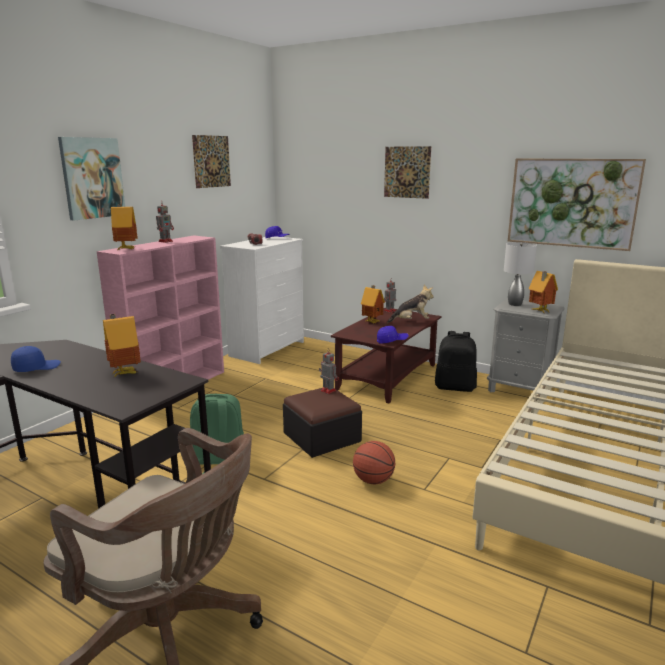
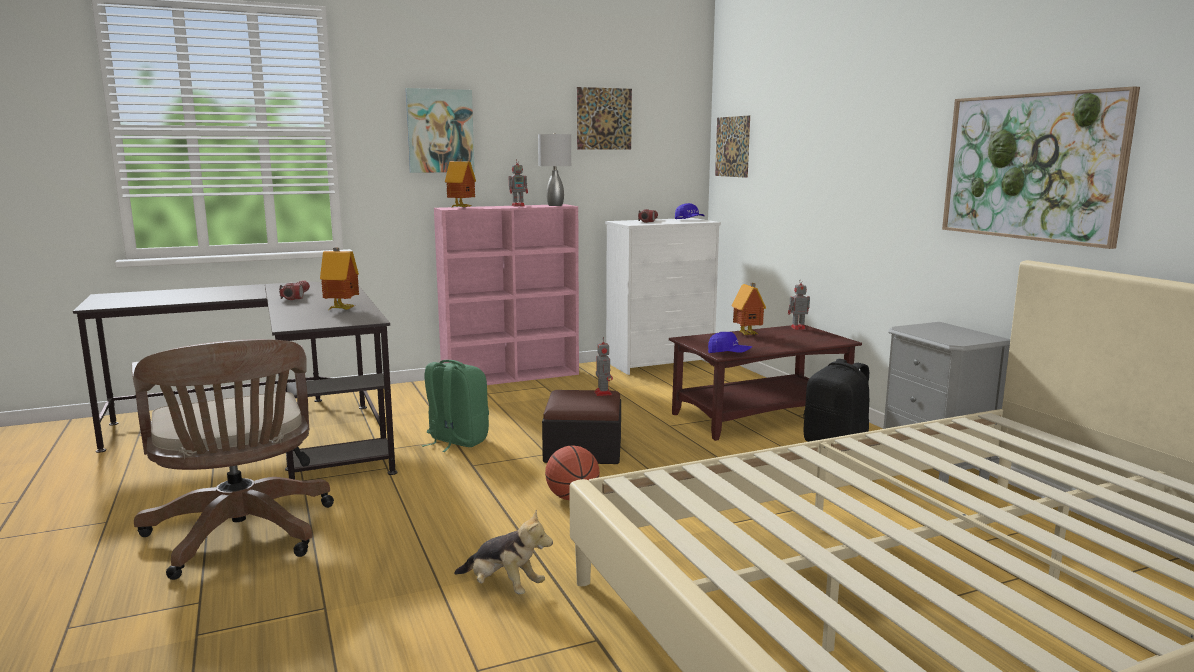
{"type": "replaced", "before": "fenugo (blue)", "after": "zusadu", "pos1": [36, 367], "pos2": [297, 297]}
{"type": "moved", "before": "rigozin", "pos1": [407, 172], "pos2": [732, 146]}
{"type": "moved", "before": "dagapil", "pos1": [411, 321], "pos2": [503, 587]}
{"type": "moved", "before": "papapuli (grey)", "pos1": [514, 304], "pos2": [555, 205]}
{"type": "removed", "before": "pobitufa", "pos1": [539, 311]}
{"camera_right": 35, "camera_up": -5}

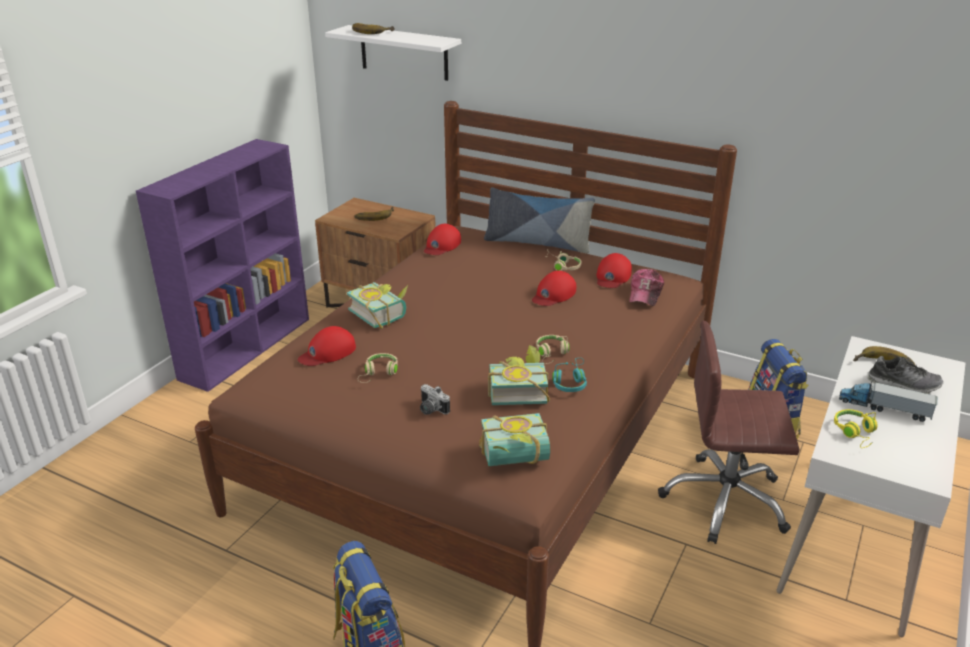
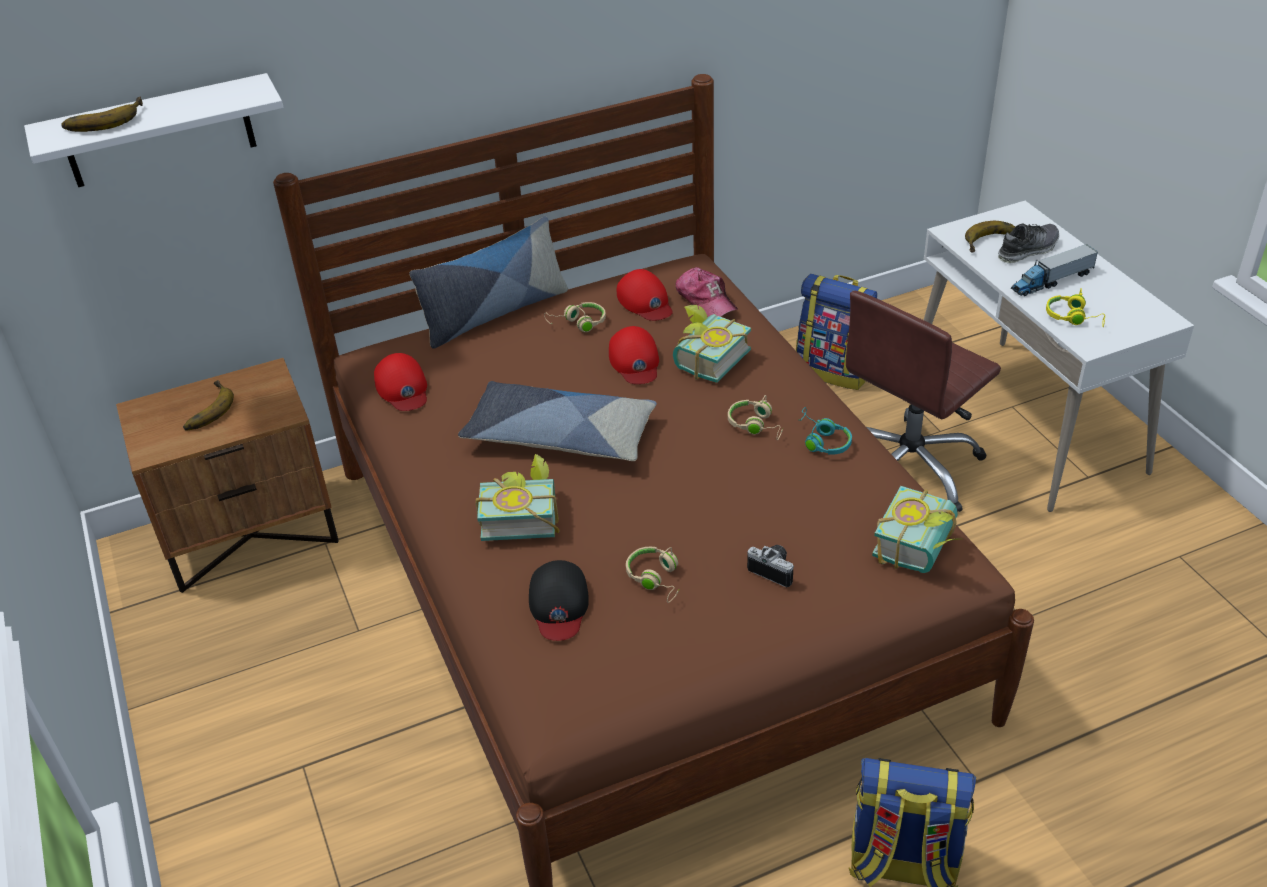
{"type": "removed", "before": "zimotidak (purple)", "pos1": [247, 347]}
{"type": "recoloured", "before": "fenugo (red)", "after": "fenugo (black)", "pos1": [327, 352], "pos2": [559, 604]}
{"type": "turned", "before": "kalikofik", "pos1": [430, 409], "pos2": [774, 569], "turn": -135}
{"type": "moved", "before": "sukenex", "pos1": [517, 391], "pos2": [705, 359]}
{"type": "added", "after": "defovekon", "pos2": [560, 435]}
{"camera_right": -50, "camera_up": 10}

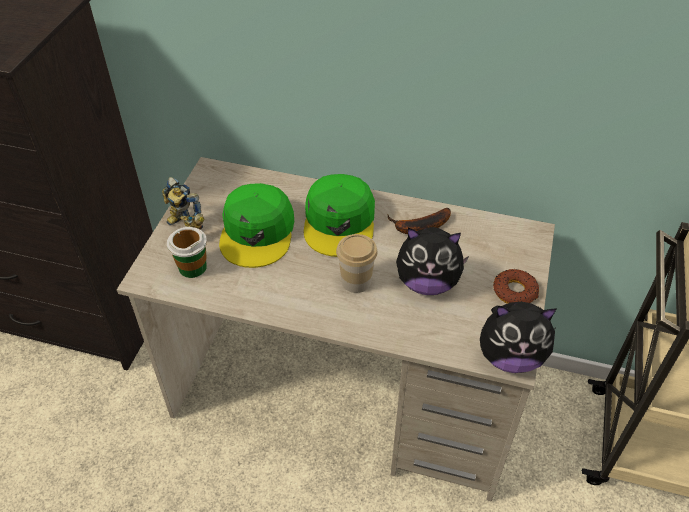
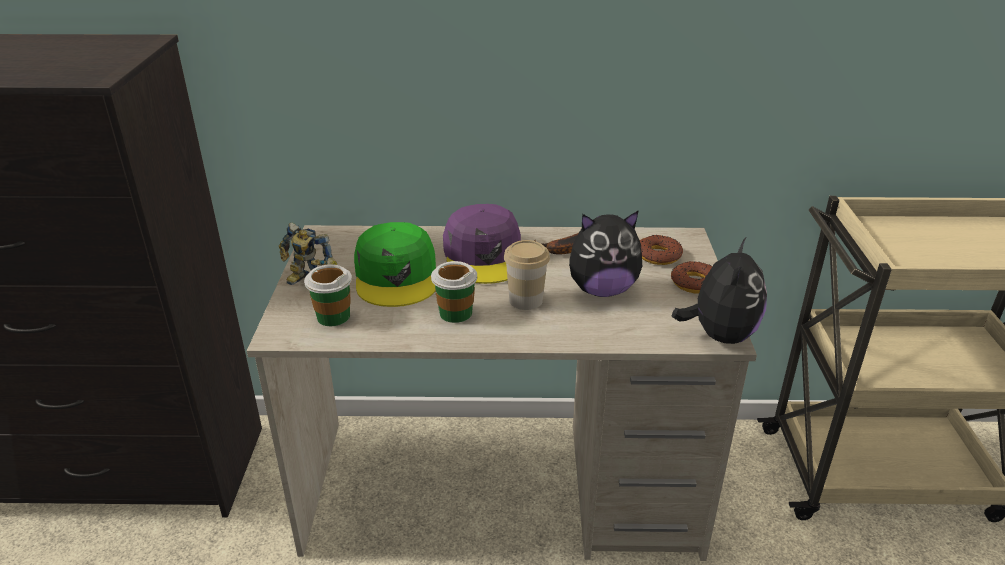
{"type": "recoloured", "before": "fenugo (green)", "after": "fenugo (purple)", "pos1": [340, 222], "pos2": [484, 256]}
{"type": "turned", "before": "dagapil", "pos1": [510, 357], "pos2": [719, 335], "turn": -60}
{"type": "added", "after": "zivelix", "pos2": [455, 313]}
{"type": "added", "after": "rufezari", "pos2": [658, 255]}
{"camera_right": -15, "camera_up": -15}

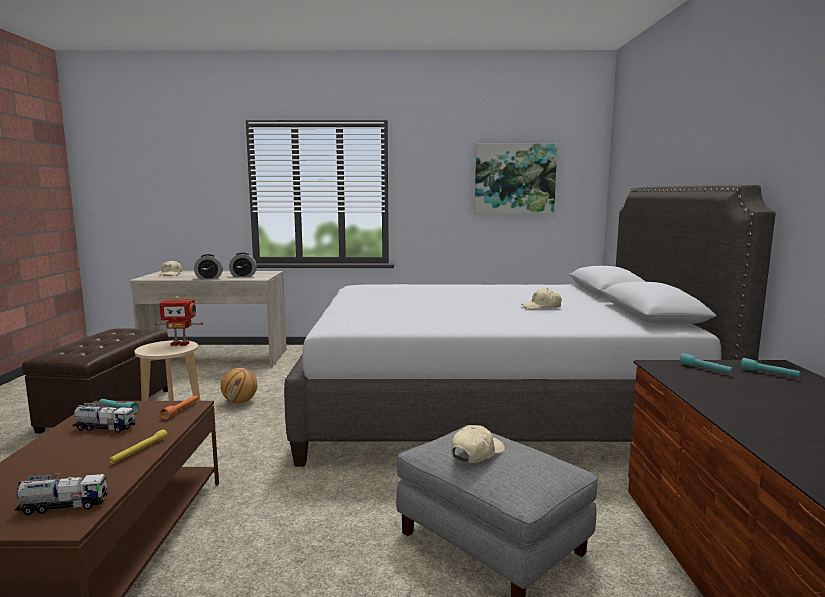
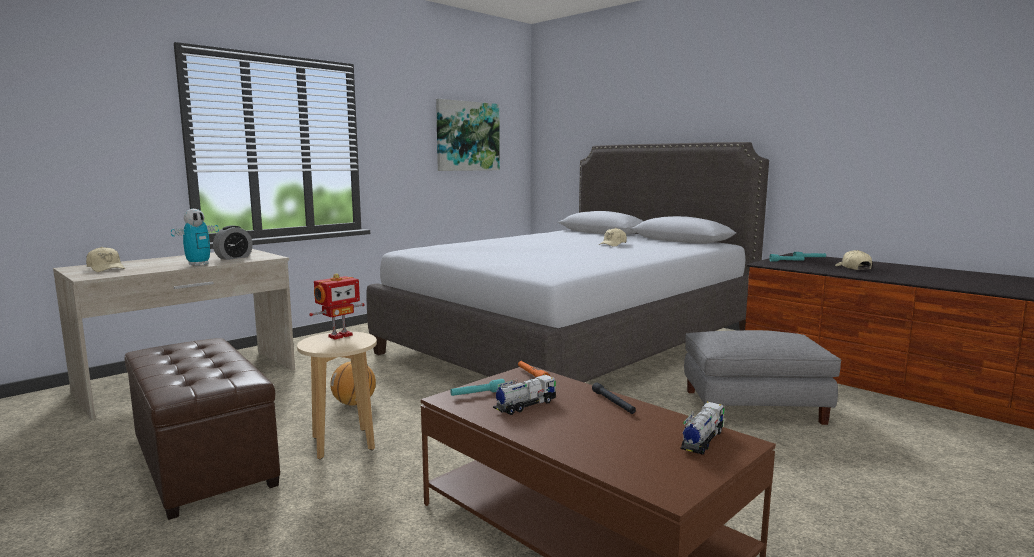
{"type": "recoloured", "before": "zusadu (yellow)", "after": "zusadu (black)", "pos1": [139, 451], "pos2": [613, 403]}
{"type": "replaced", "before": "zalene", "after": "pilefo", "pos1": [209, 278], "pos2": [198, 264]}
{"type": "moved", "before": "fenugo (beige)", "pos1": [477, 453], "pos2": [853, 268]}
{"camera_right": -45, "camera_up": 0}

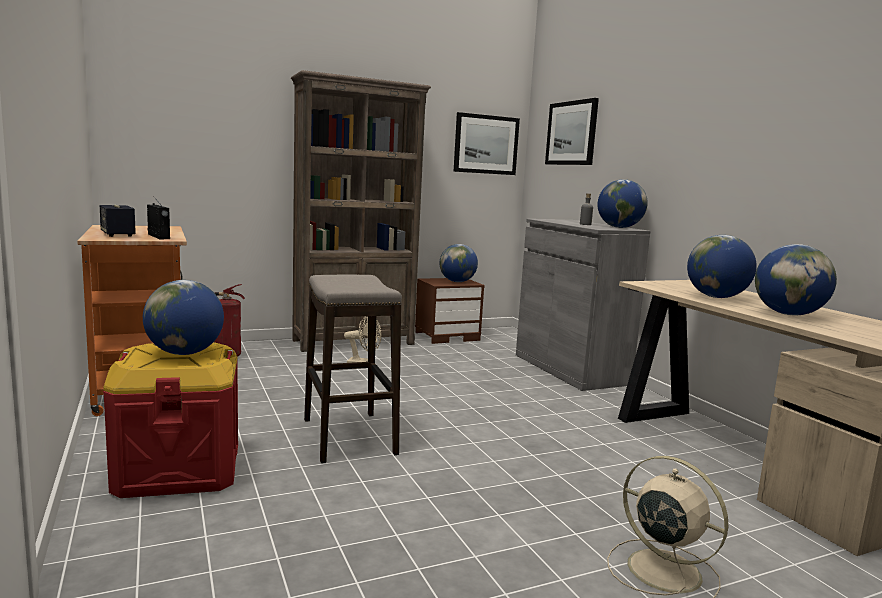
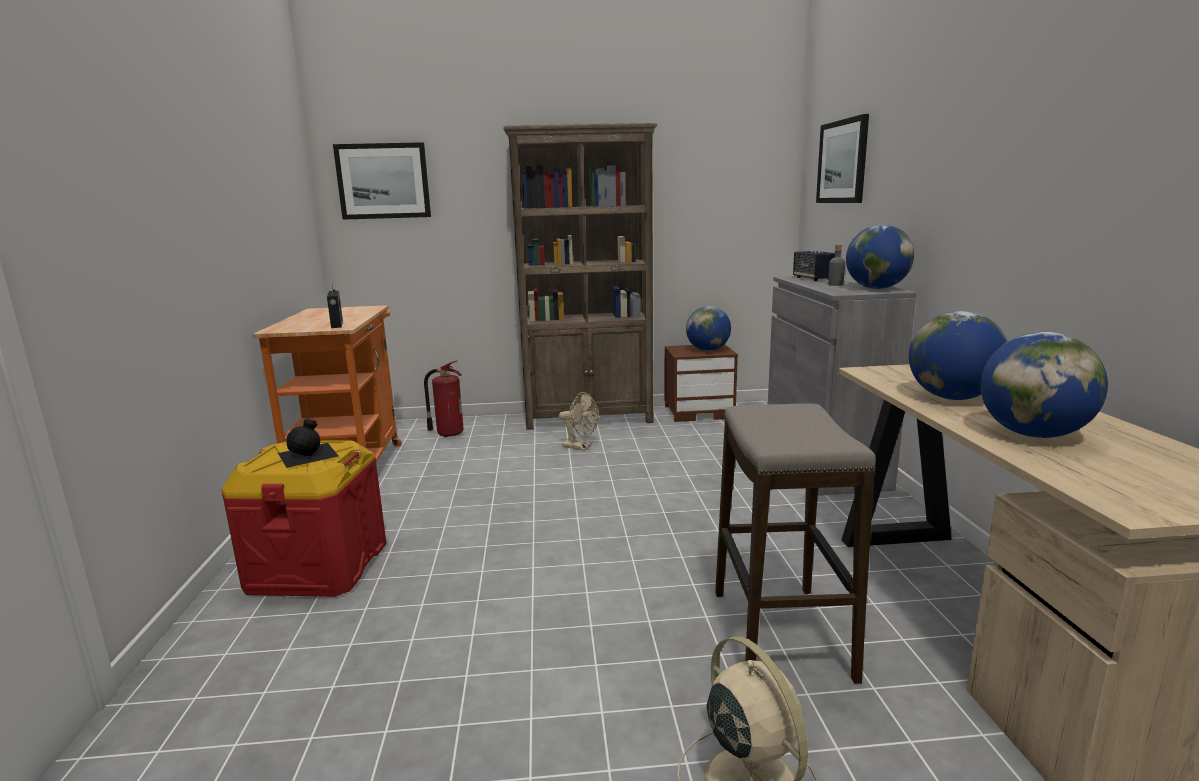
{"type": "moved", "before": "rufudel", "pos1": [118, 234], "pos2": [813, 279]}
{"type": "replaced", "before": "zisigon", "after": "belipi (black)", "pos1": [185, 353], "pos2": [309, 454]}
{"type": "moved", "before": "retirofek", "pos1": [348, 437], "pos2": [780, 635]}
{"type": "moved", "before": "rigozin", "pos1": [486, 144], "pos2": [383, 181]}
{"camera_right": 20, "camera_up": 5}

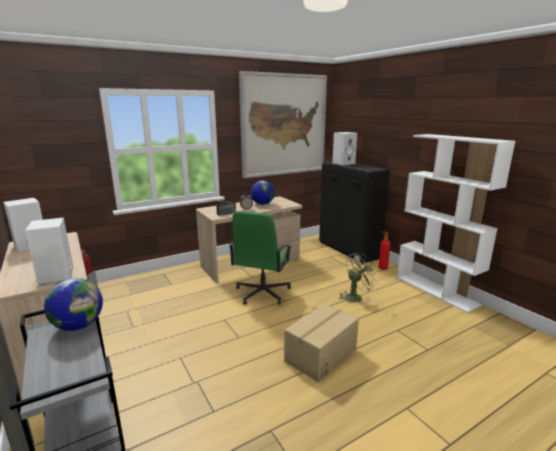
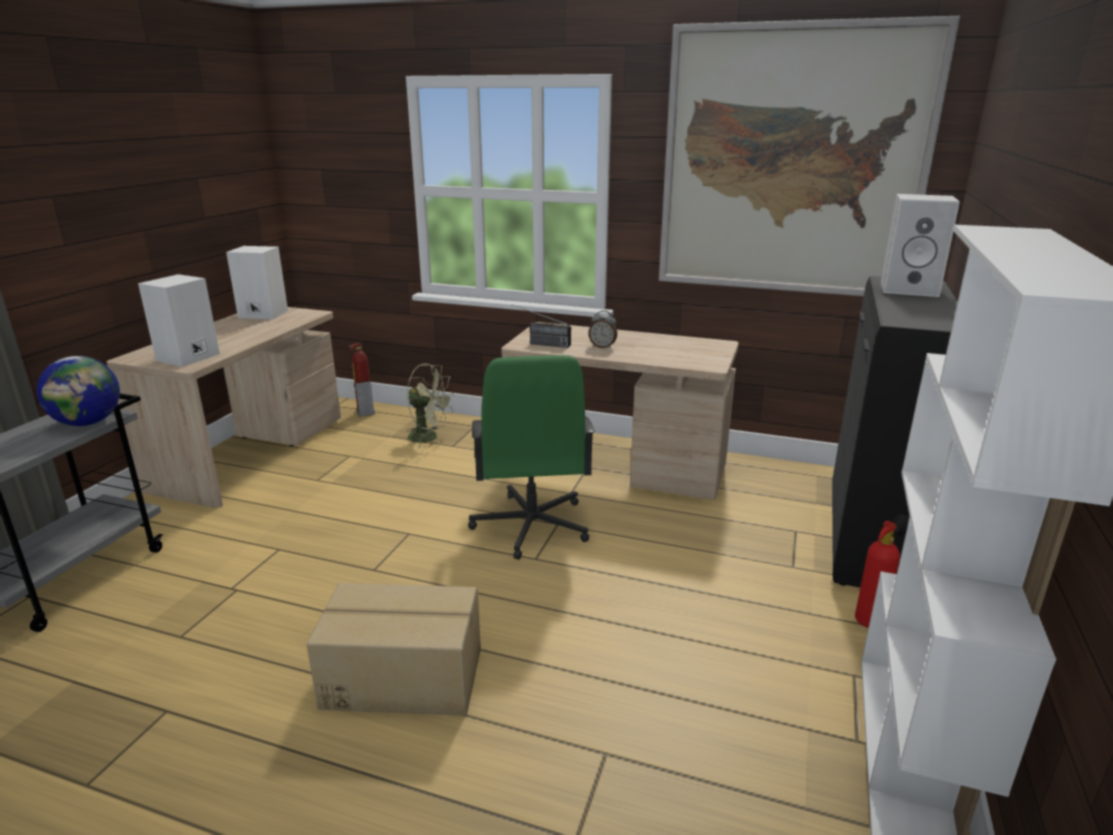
{"type": "turned", "before": "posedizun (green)", "pos1": [262, 293], "pos2": [531, 526], "turn": -75}
{"type": "removed", "before": "zisigon", "pos1": [262, 204]}
{"type": "moved", "before": "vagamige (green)", "pos1": [355, 297], "pos2": [429, 437]}
{"camera_right": 50, "camera_up": 5}

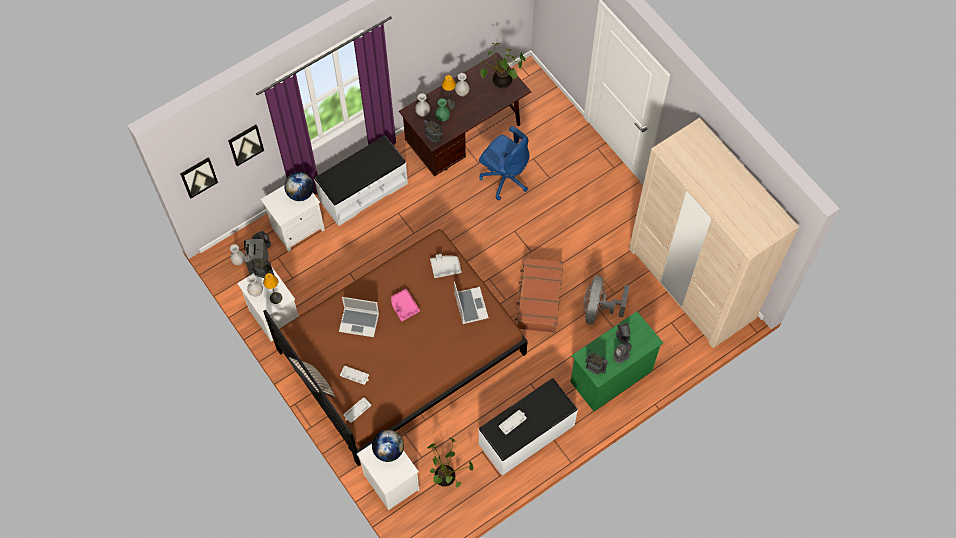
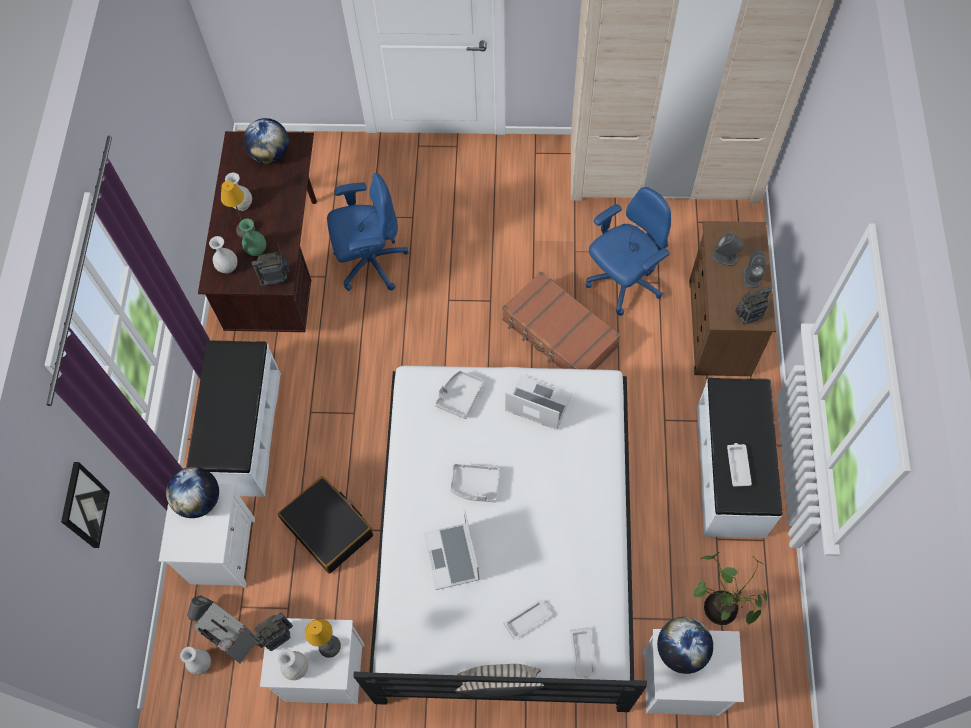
{"type": "removed", "before": "rigozin", "pos1": [198, 177]}
{"type": "recoloured", "before": "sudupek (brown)", "after": "sudupek (white)", "pos1": [400, 351], "pos2": [504, 543]}
{"type": "turned", "before": "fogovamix", "pos1": [359, 322], "pos2": [453, 557], "turn": 120}
{"type": "recoloured", "before": "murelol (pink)", "after": "murelol (grey)", "pos1": [404, 307], "pos2": [475, 485]}
{"type": "replaced", "before": "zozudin", "after": "zisigon", "pos1": [501, 82], "pos2": [270, 154]}
{"type": "recoloured", "before": "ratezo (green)", "after": "ratezo (brown)", "pos1": [610, 376], "pos2": [719, 328]}
{"type": "replaced", "before": "vagamige (grey)", "after": "posedizun (blue)", "pos1": [598, 309], "pos2": [623, 282]}
{"type": "added", "after": "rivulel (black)", "pos2": [328, 528]}
{"camera_right": -50, "camera_up": 0}

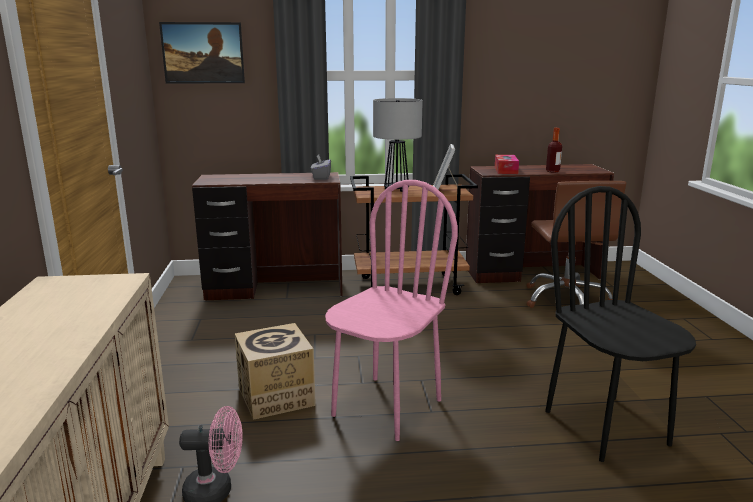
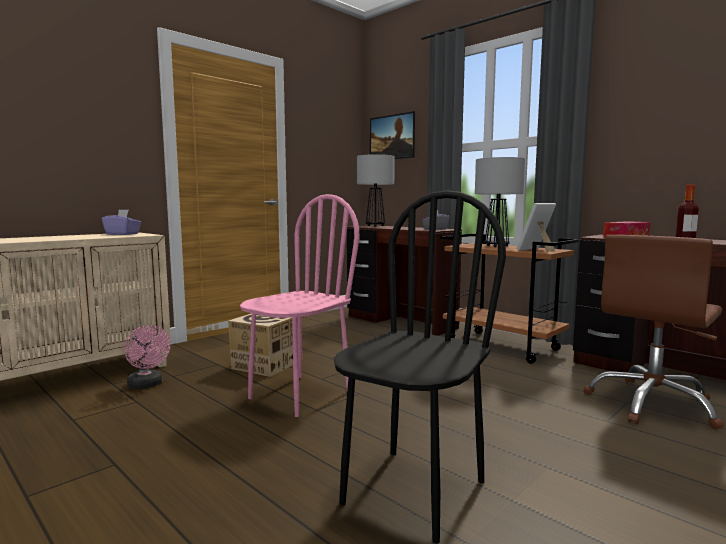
{"type": "turned", "before": "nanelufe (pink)", "pos1": [386, 407], "pos2": [299, 395], "turn": -45}
{"type": "added", "after": "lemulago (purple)", "pos2": [122, 234]}
{"type": "added", "after": "papapuli", "pos2": [375, 226]}
{"camera_right": 50, "camera_up": -10}

